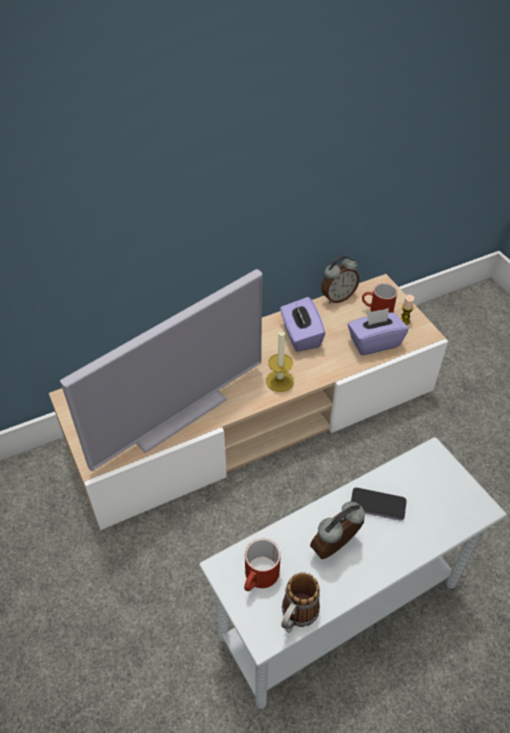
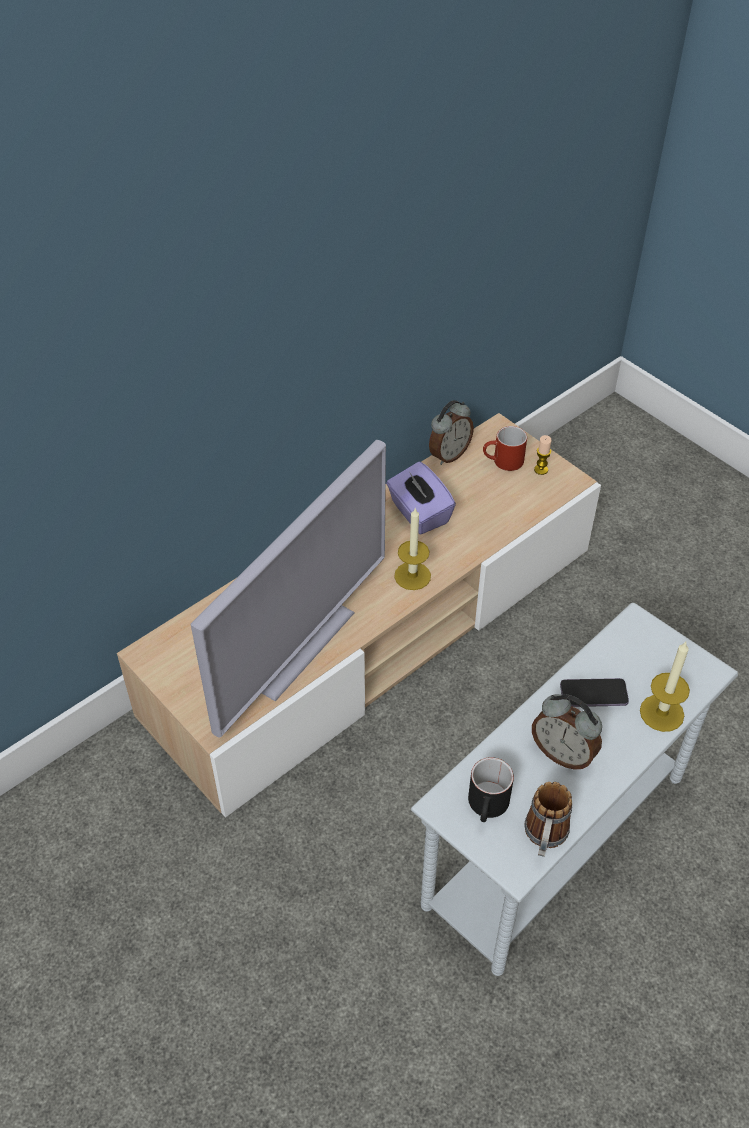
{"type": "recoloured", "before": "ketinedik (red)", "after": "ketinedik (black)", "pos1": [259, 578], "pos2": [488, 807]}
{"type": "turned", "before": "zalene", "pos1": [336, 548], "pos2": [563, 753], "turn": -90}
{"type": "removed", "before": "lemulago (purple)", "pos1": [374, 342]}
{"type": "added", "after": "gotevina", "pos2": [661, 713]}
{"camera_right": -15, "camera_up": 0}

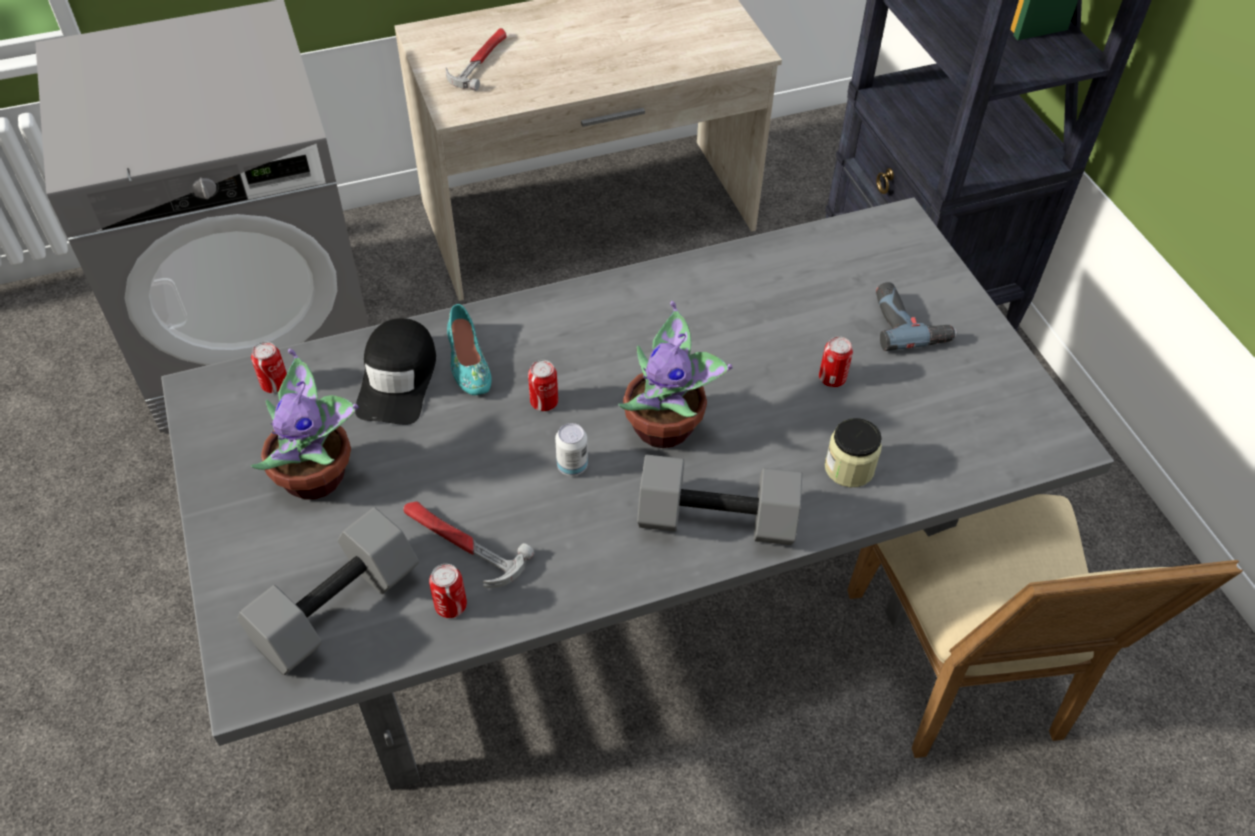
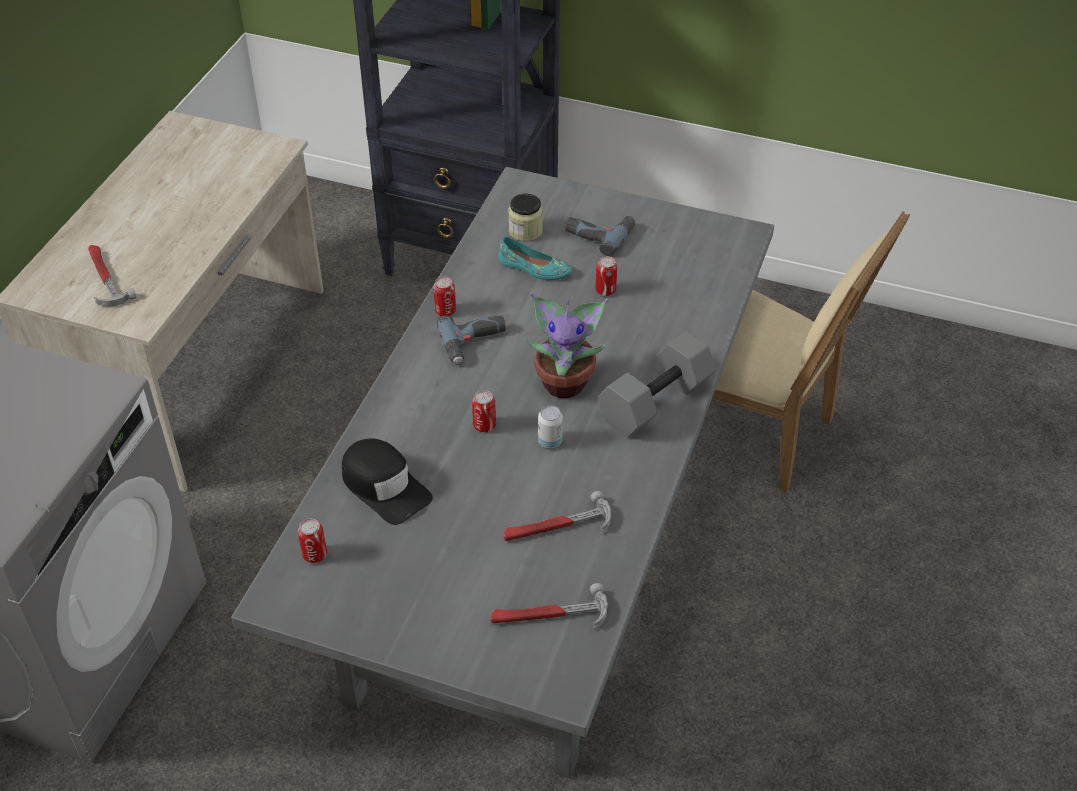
{"type": "replaced", "before": "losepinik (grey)", "after": "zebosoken", "pos1": [337, 611], "pos2": [549, 616]}
{"type": "removed", "before": "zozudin", "pos1": [318, 476]}
{"type": "moved", "before": "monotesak", "pos1": [451, 605], "pos2": [445, 311]}
{"type": "moved", "before": "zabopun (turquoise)", "pos1": [467, 362], "pos2": [534, 269]}
{"type": "moved", "before": "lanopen", "pos1": [849, 468], "pos2": [525, 231]}
{"type": "added", "after": "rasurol", "pos2": [475, 343]}
{"camera_right": -50, "camera_up": -5}

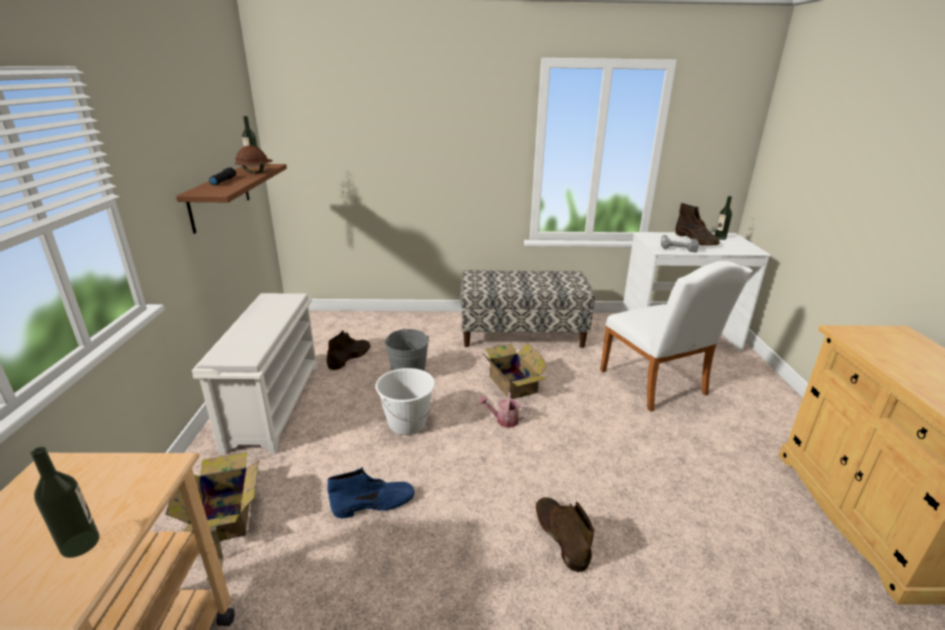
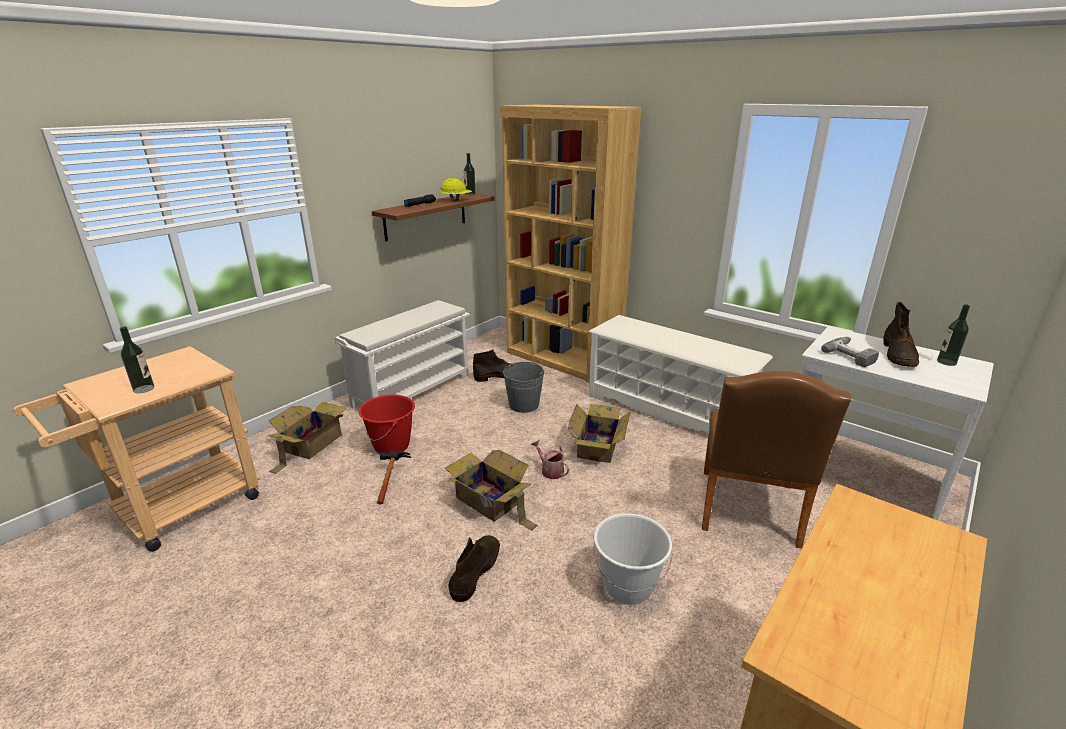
{"type": "recoloured", "before": "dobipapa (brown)", "after": "dobipapa (yellow)", "pos1": [255, 172], "pos2": [456, 200]}
{"type": "replaced", "before": "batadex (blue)", "after": "zebosoken", "pos1": [374, 503], "pos2": [390, 479]}
{"type": "moved", "before": "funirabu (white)", "pos1": [407, 424], "pos2": [627, 586]}
{"type": "replaced", "before": "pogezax", "after": "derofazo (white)", "pos1": [522, 334], "pos2": [668, 410]}
{"type": "recoloured", "before": "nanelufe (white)", "after": "nanelufe (brown)", "pos1": [657, 386], "pos2": [748, 512]}
{"type": "added", "after": "funirabu (red)", "pos2": [392, 446]}
{"type": "added", "after": "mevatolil", "pos2": [490, 502]}
{"type": "added", "after": "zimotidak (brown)", "pos2": [562, 360]}
{"camera_right": 40, "camera_up": 0}

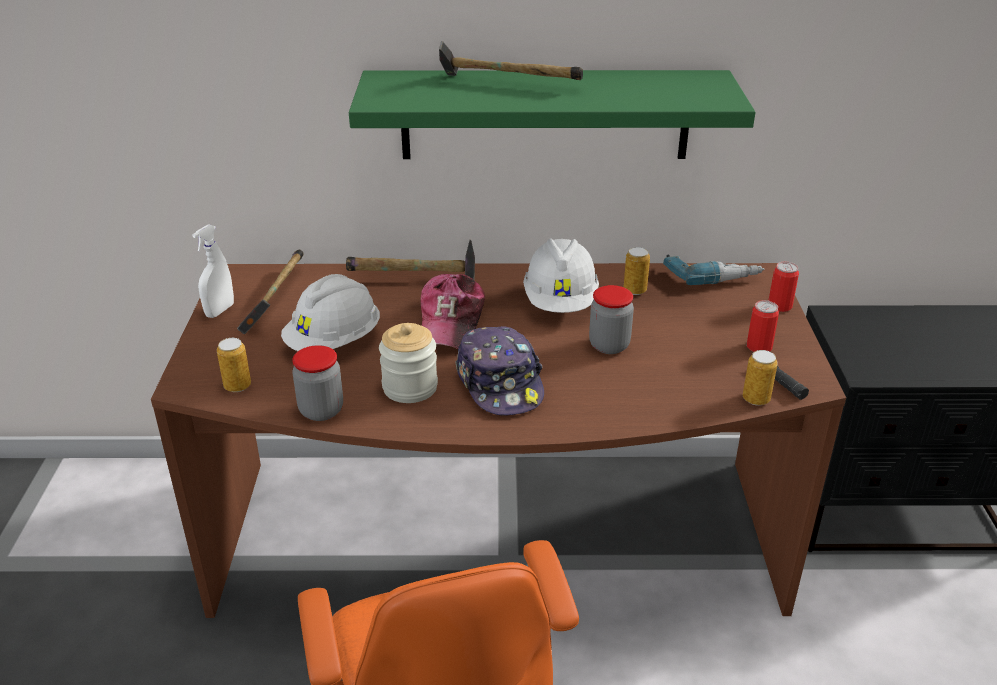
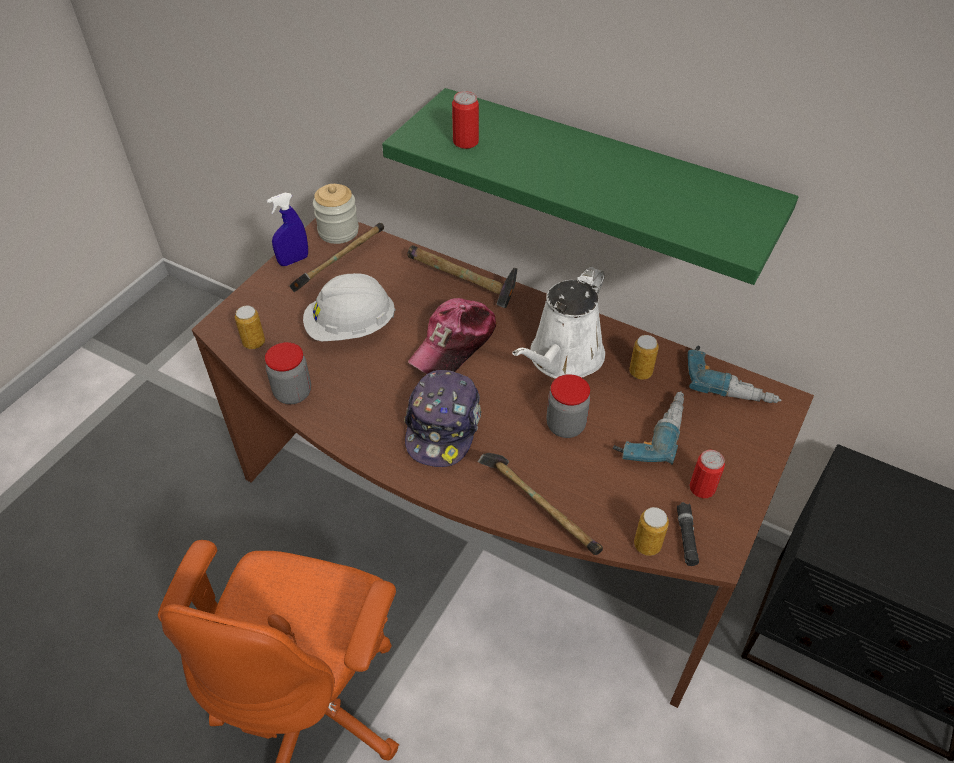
{"type": "recoloured", "before": "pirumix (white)", "after": "pirumix (blue)", "pos1": [220, 311], "pos2": [293, 260]}
{"type": "moved", "before": "lanopen", "pos1": [410, 387], "pos2": [338, 231]}
{"type": "moved", "before": "zebosoken", "pos1": [505, 84], "pos2": [537, 509]}
{"type": "replaced", "before": "dobipapa (white)", "after": "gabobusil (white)", "pos1": [560, 302], "pos2": [562, 359]}
{"type": "moved", "before": "monotesak", "pos1": [779, 306], "pos2": [465, 142]}
{"type": "added", "after": "rasurol", "pos2": [650, 431]}
{"camera_right": 30, "camera_up": 15}

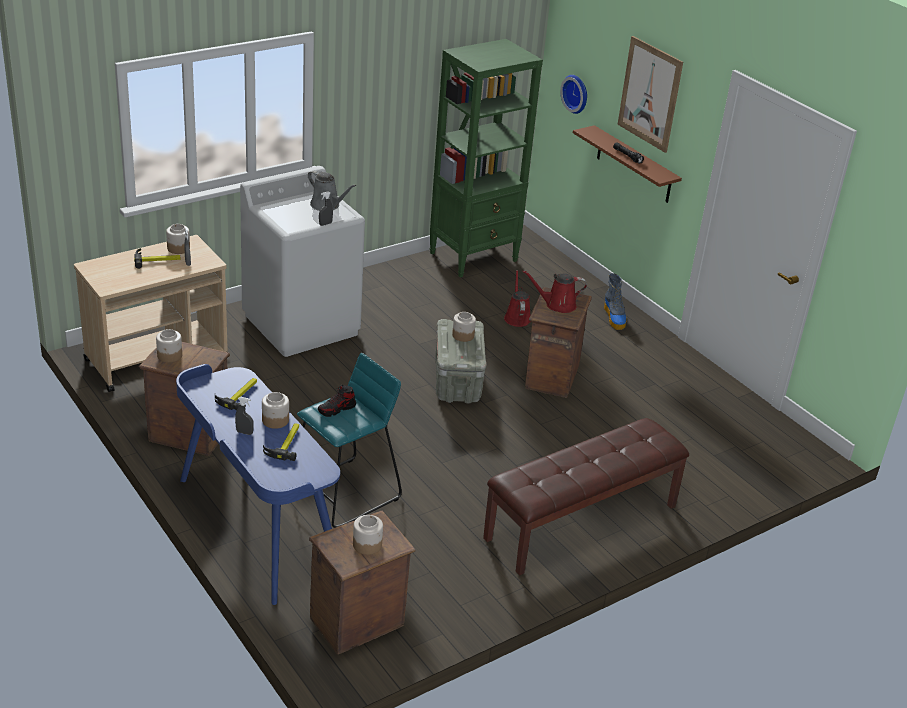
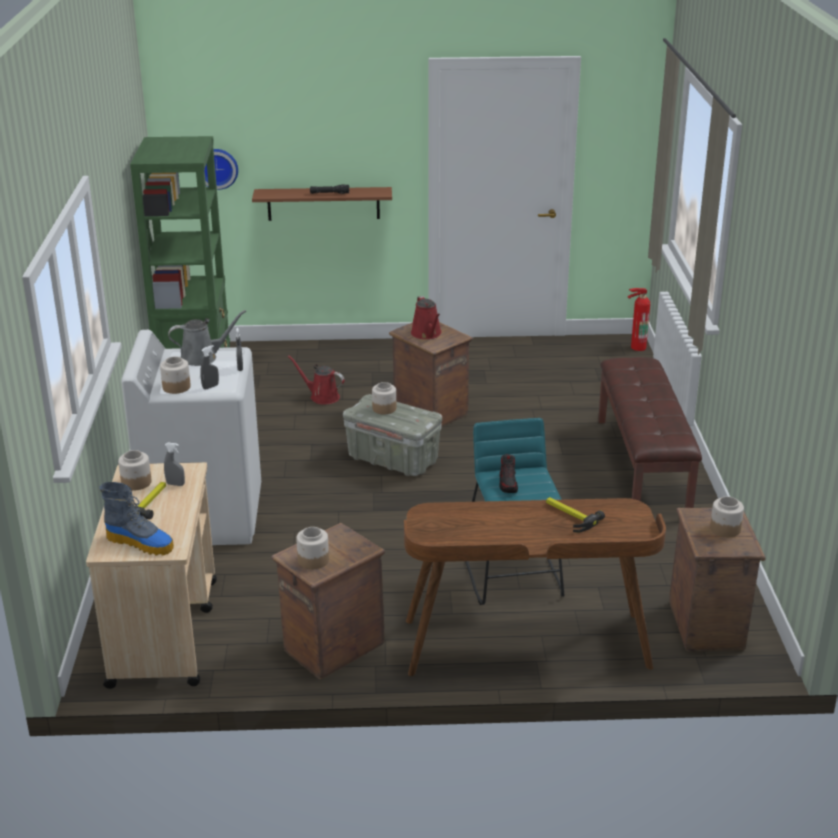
{"type": "recoloured", "before": "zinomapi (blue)", "after": "zinomapi (brown)", "pos1": [256, 527], "pos2": [526, 645]}
{"type": "removed", "before": "zebosoken", "pos1": [238, 395]}
{"type": "moved", "before": "pirumix (grey)", "pos1": [244, 432], "pos2": [210, 387]}
{"type": "moved", "before": "lanopen", "pos1": [275, 420], "pos2": [176, 387]}
{"type": "turned", "before": "gabobusil (red)", "pos1": [557, 305], "pos2": [427, 334], "turn": -45}
{"type": "moved", "before": "batadex", "pos1": [614, 318], "pos2": [141, 543]}
{"type": "removed", "before": "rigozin", "pos1": [650, 94]}
{"type": "added", "after": "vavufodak", "pos2": [636, 347]}
{"camera_right": -55, "camera_up": -5}

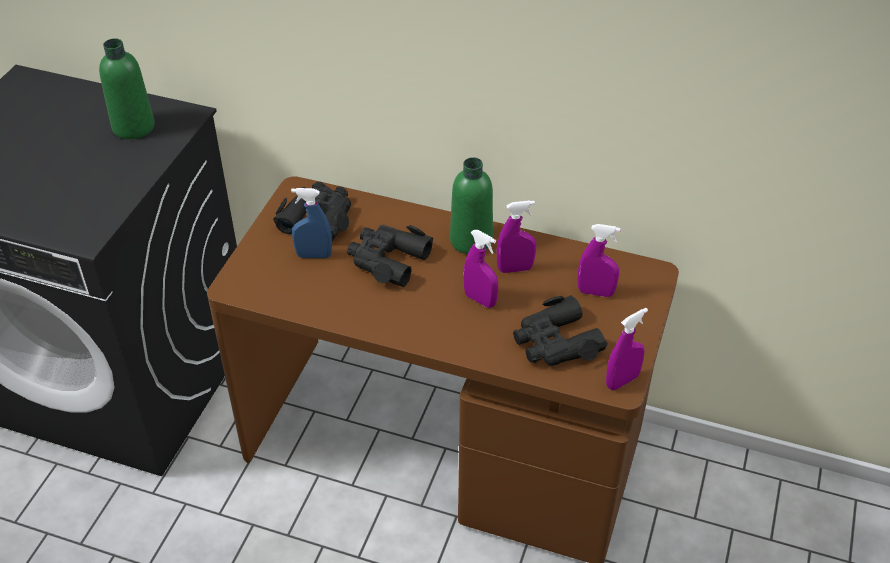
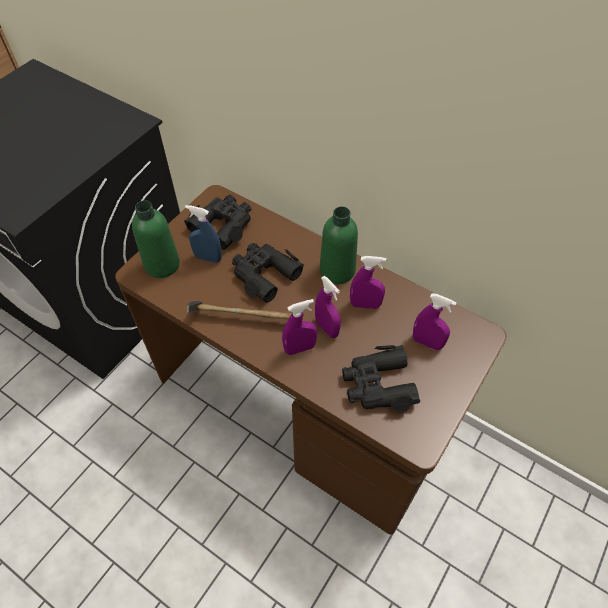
{"type": "moved", "before": "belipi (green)", "pos1": [133, 127], "pos2": [162, 264]}
{"type": "moved", "before": "pirumix (purple)", "pos1": [622, 381], "pos2": [300, 348]}
{"type": "added", "after": "zebosoken", "pos2": [242, 318]}
{"camera_right": 15, "camera_up": 10}

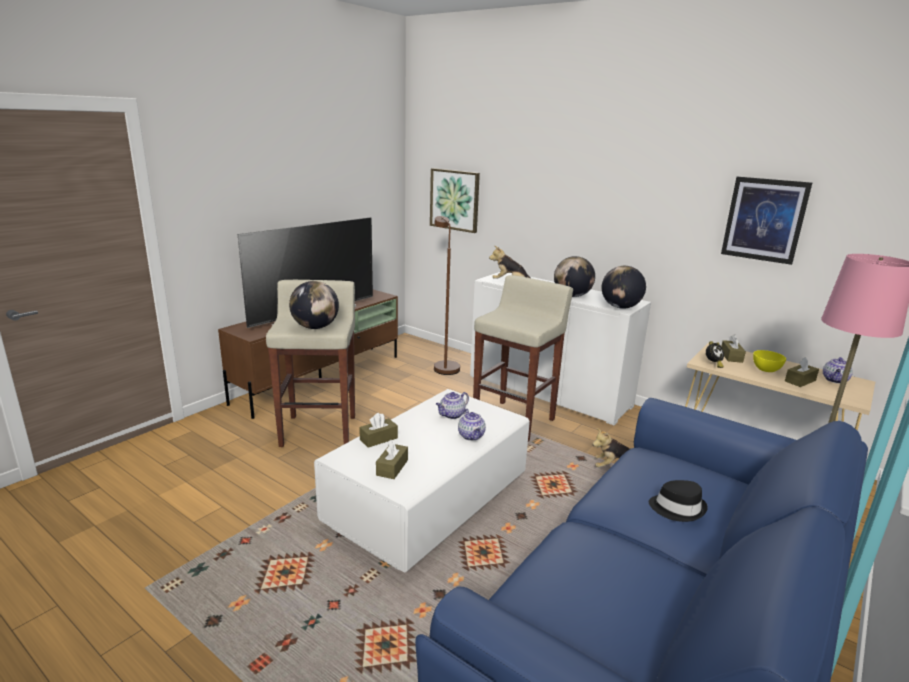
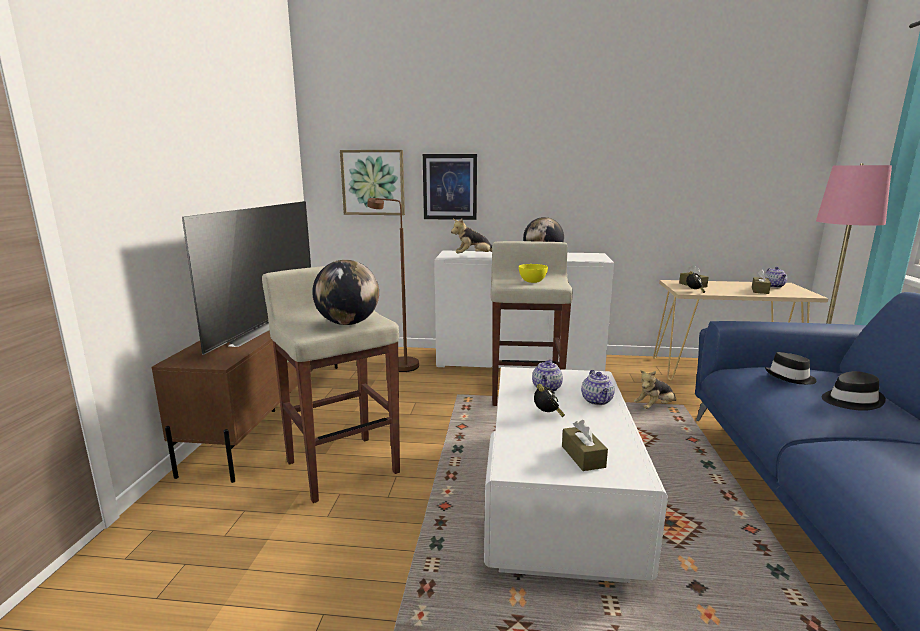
{"type": "removed", "before": "lemulago (brown)", "pos1": [378, 439]}
{"type": "turned", "before": "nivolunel", "pos1": [471, 436], "pos2": [597, 401], "turn": 45}
{"type": "removed", "before": "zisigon", "pos1": [620, 307]}
{"type": "moved", "before": "rigozin", "pos1": [764, 220], "pos2": [450, 187]}
{"type": "moved", "before": "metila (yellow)", "pos1": [766, 370], "pos2": [532, 281]}
{"type": "added", "after": "zalene", "pos2": [547, 415]}
{"type": "added", "after": "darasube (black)", "pos2": [790, 377]}
{"camera_right": -30, "camera_up": -5}

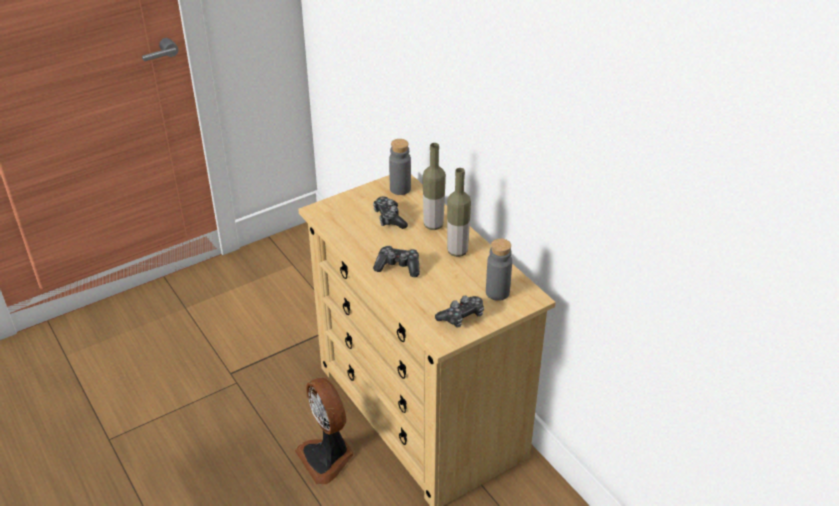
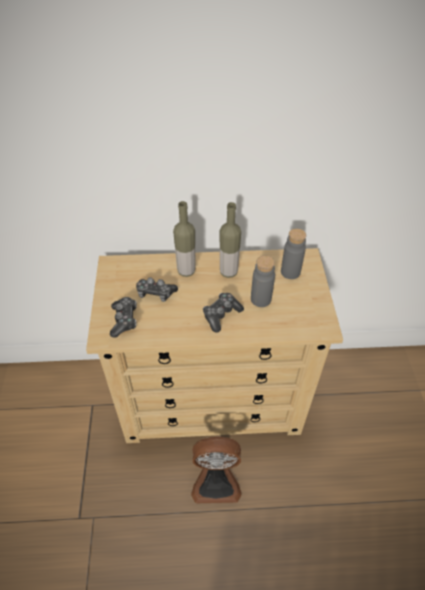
{"type": "moved", "before": "belipi (grey)", "pos1": [400, 189], "pos2": [260, 299]}
{"type": "moved", "before": "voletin", "pos1": [461, 316], "pos2": [124, 320]}
{"camera_right": -60, "camera_up": 10}

